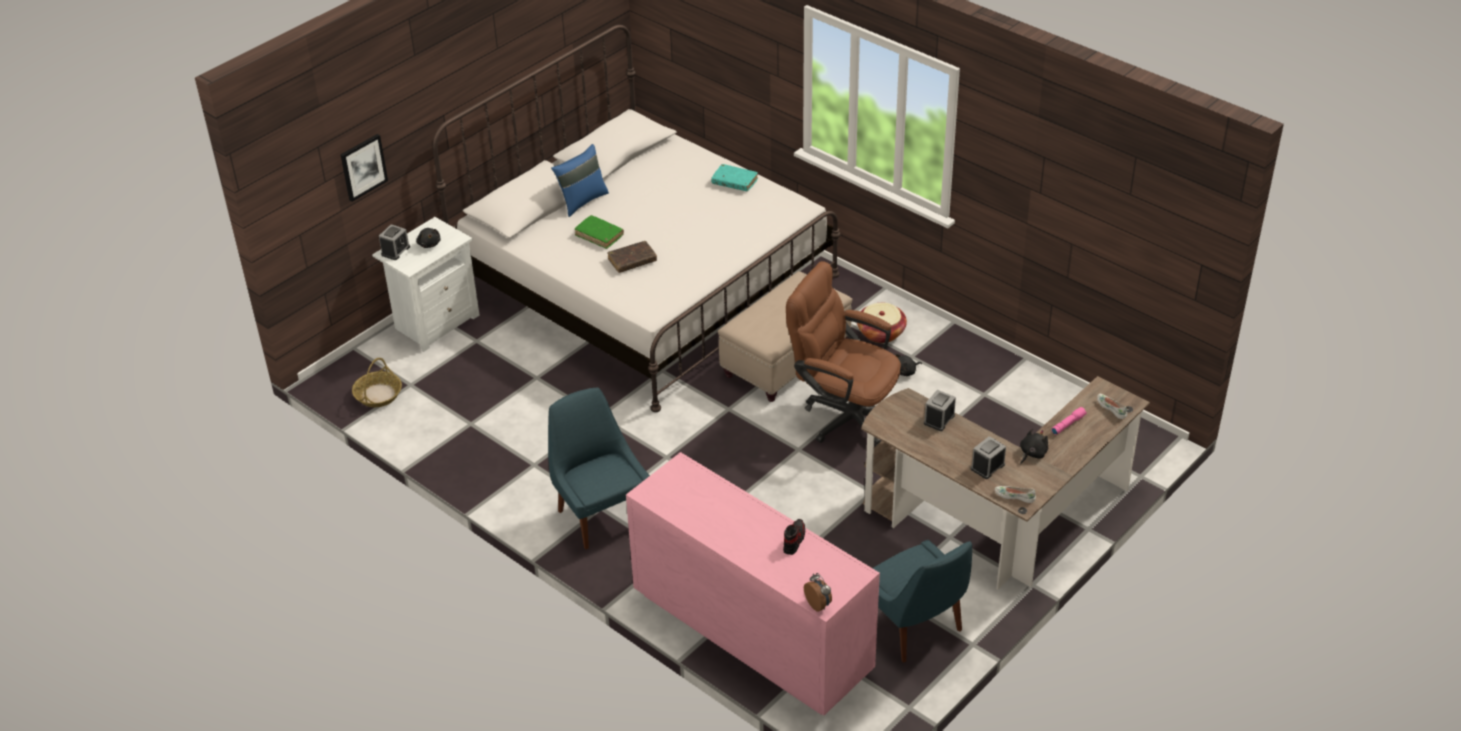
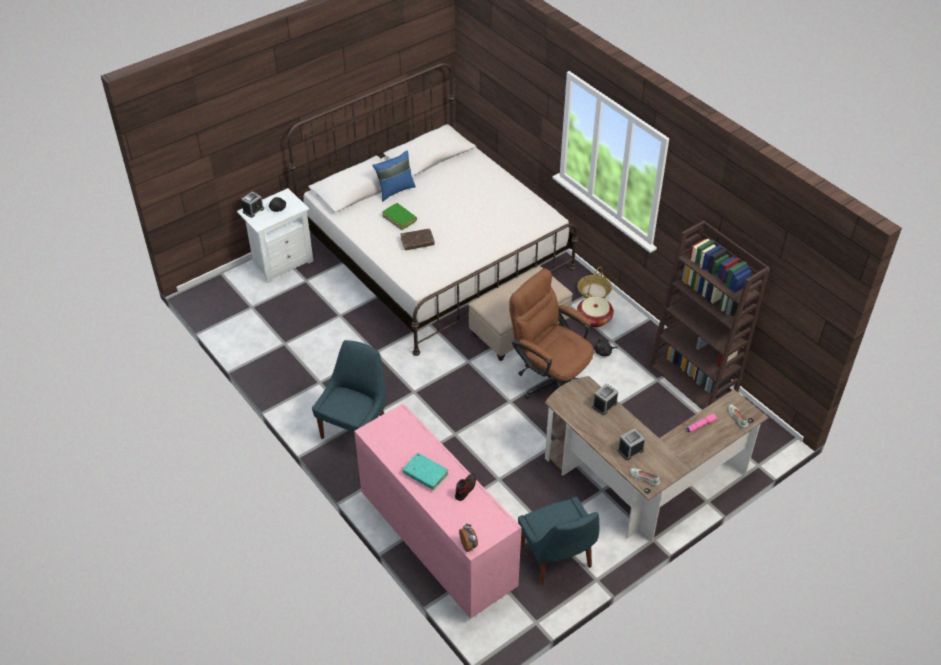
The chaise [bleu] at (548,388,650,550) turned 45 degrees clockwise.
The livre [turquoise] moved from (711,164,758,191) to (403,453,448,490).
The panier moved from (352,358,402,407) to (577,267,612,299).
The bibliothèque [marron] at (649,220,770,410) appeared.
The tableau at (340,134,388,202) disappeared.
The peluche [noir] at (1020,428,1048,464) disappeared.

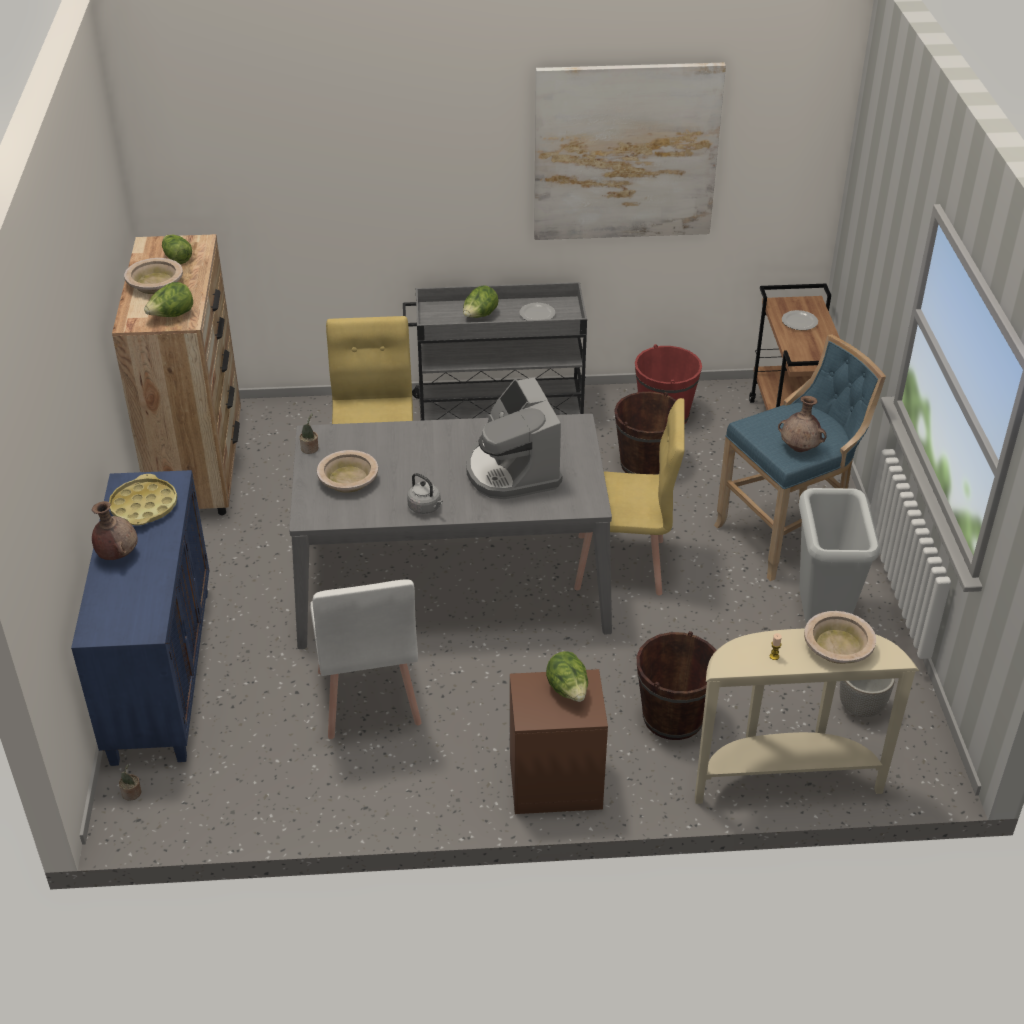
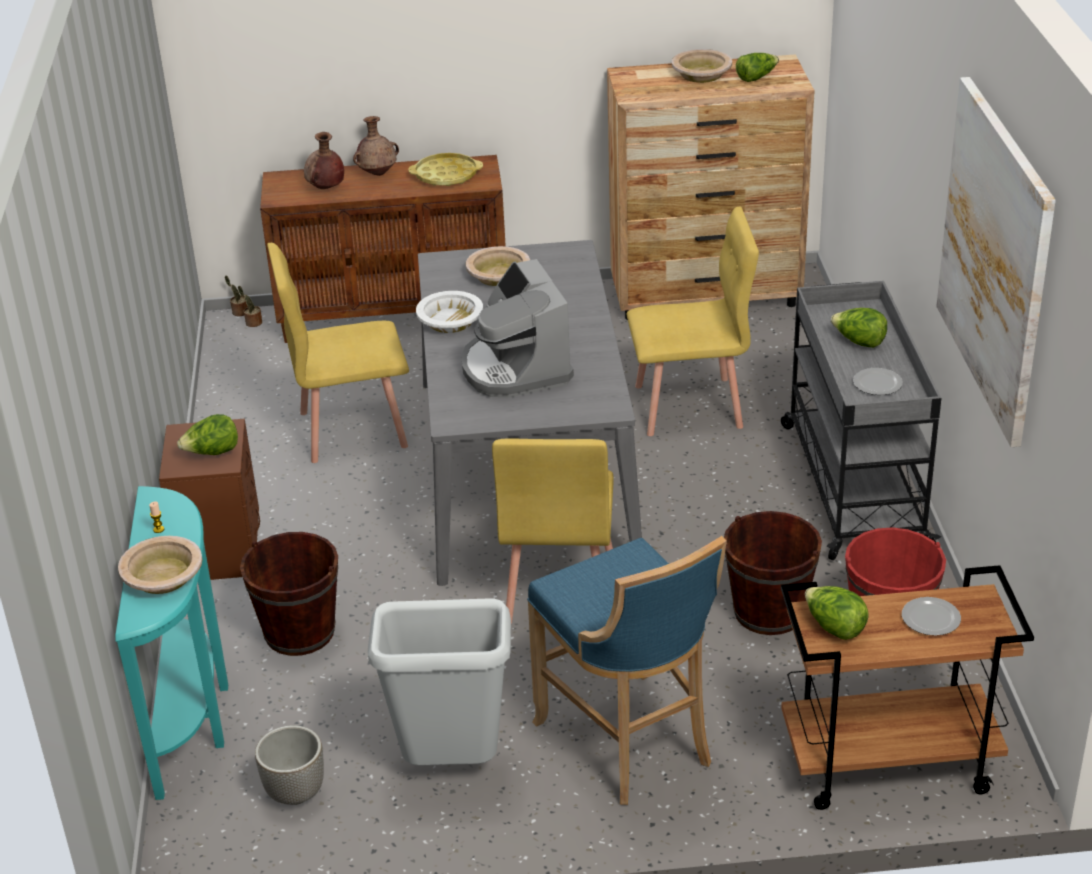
The table console [beige] at (695,628,919,804) became the table console [turquoise] at (115,486,228,800).
The plante en pot moved from (300,413,318,454) to (225,275,248,316).
The meuble de rangement [bleu] at (71,470,209,766) became the meuble de rangement [marron] at (260,155,506,343).
The chaise [blanc] at (310,579,422,739) became the chaise [jaune] at (267,243,409,463).
The vase [marron] moved from (778,396,827,452) to (304,132,344,189).
The bouilloire [gris] at (407,473,443,514) was replaced by the bol [blanc] at (416,291,483,333).
The machine à café at (466,377,562,499) turned 90 degrees counterclockwise.
The laitue moved from (144,282,193,317) to (805,586,869,640).

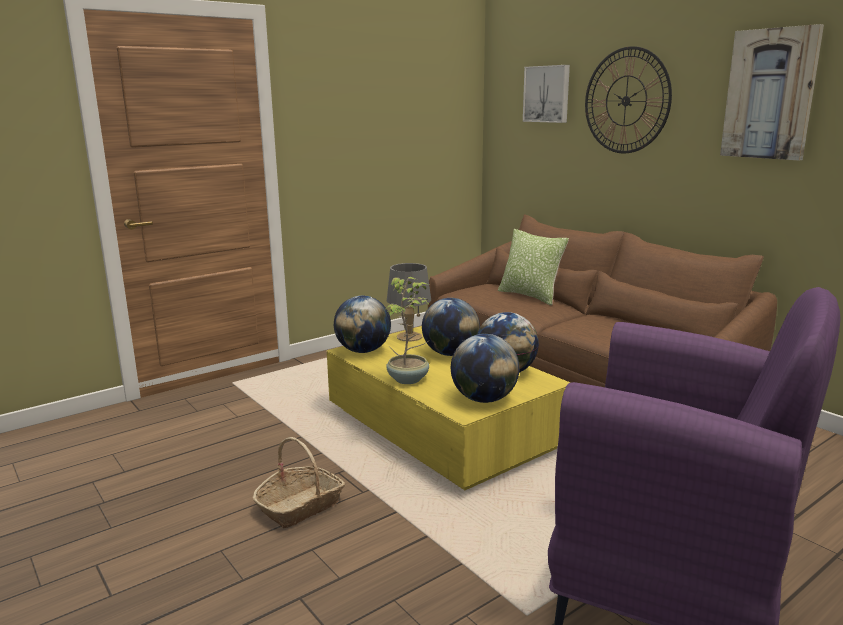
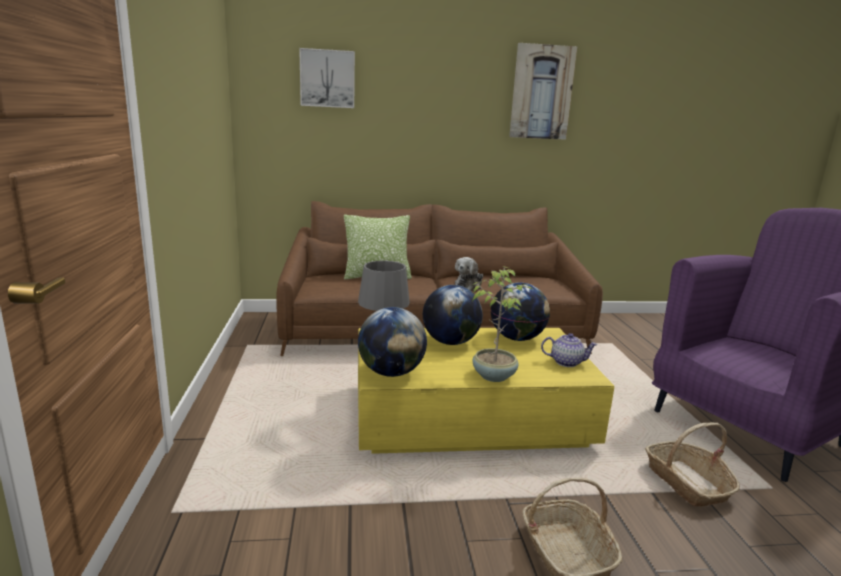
The peluche at (455,257,483,291) appeared.
The globe at (451,334,519,403) was replaced by the théière at (541,333,597,367).
The panier at (645,422,740,507) appeared.
The horloge murale at (585,46,672,153) disappeared.

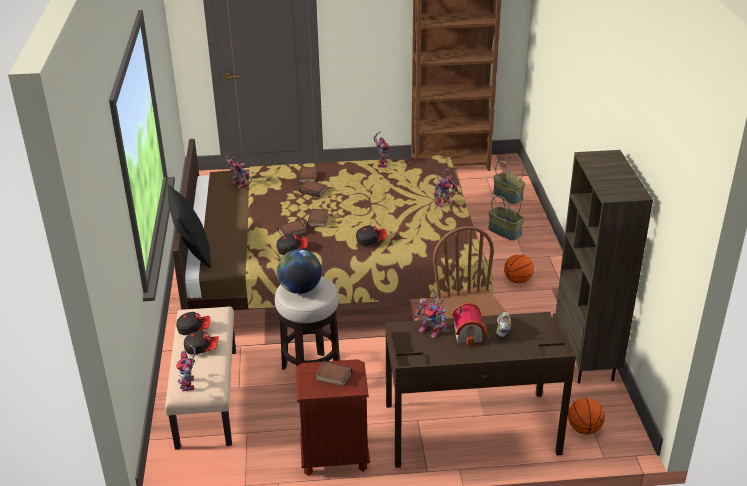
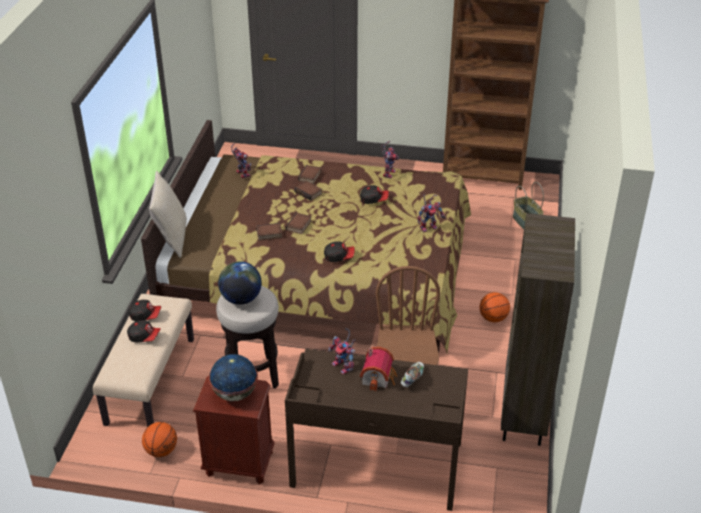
The ballon de basket moved from (568,398,605,435) to (142,422,177,457).
The coussin [noir] at (167,184,211,268) became the coussin [beige] at (149,171,187,258).
The livre at (315,361,352,387) was replaced by the globe at (209,354,258,401).
The casquette moved from (276,234,308,255) to (360,185,389,204).
The robot jouet at (176,345,196,391) disappeared.
The panier at (488,189,524,241) disappeared.

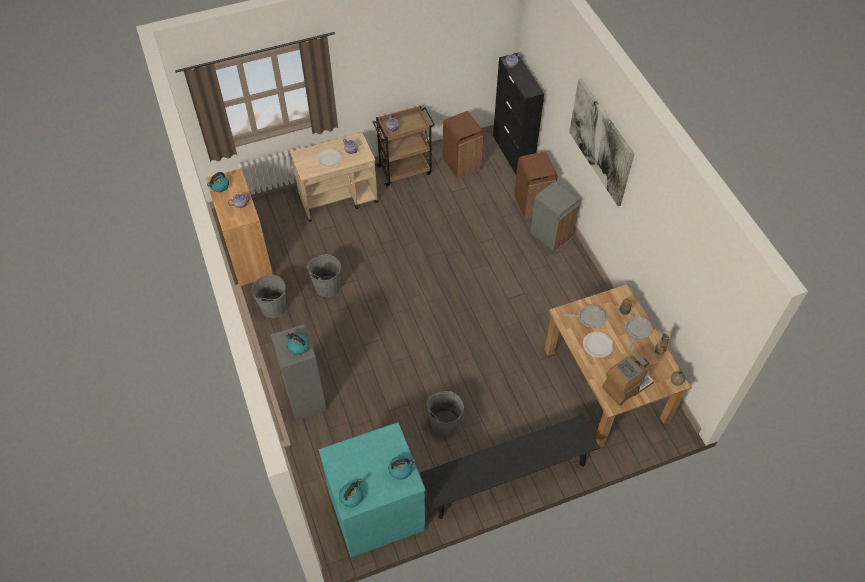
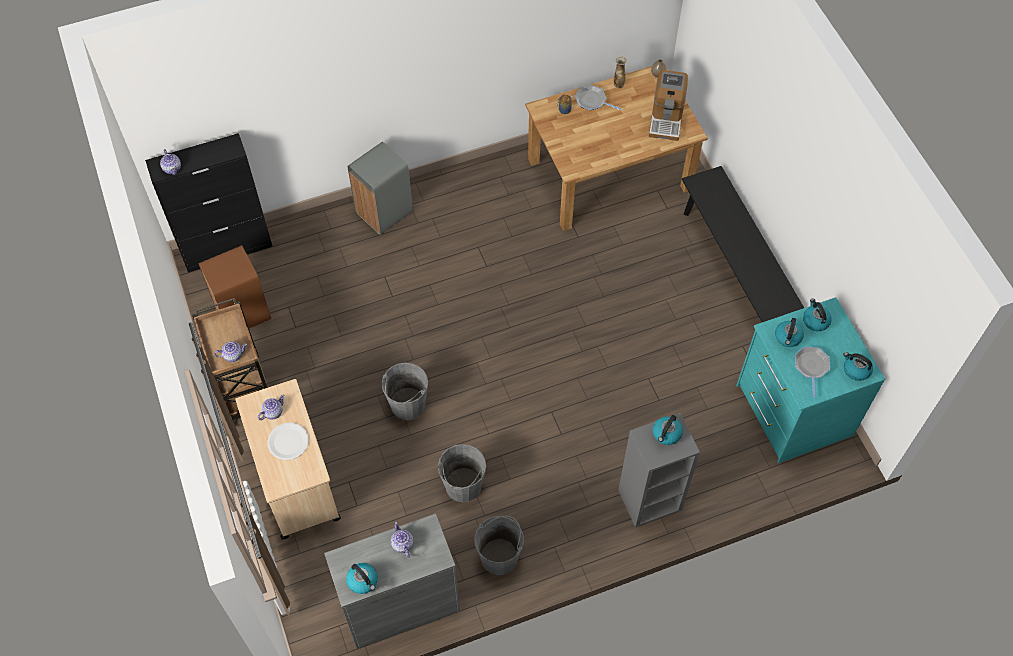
The meuble de rangement [marron] at (206,168,273,286) became the meuble de rangement [gris] at (324,514,460,649).
The seau [gris] moved from (427,391,464,437) to (382,363,428,420).
The machine à café at (602,356,654,406) turned 135 degrees counterclockwise.
The bouilloire at (775,318,804,347) appeared.
The poêle moved from (563,306,605,328) to (795,347,830,398).
The poubelle [marron] at (514,152,557,219) disappeared.
The tableau at (569,79,634,206) disappeared.
The assiette [blanc] at (583,332,614,358) disappeared.

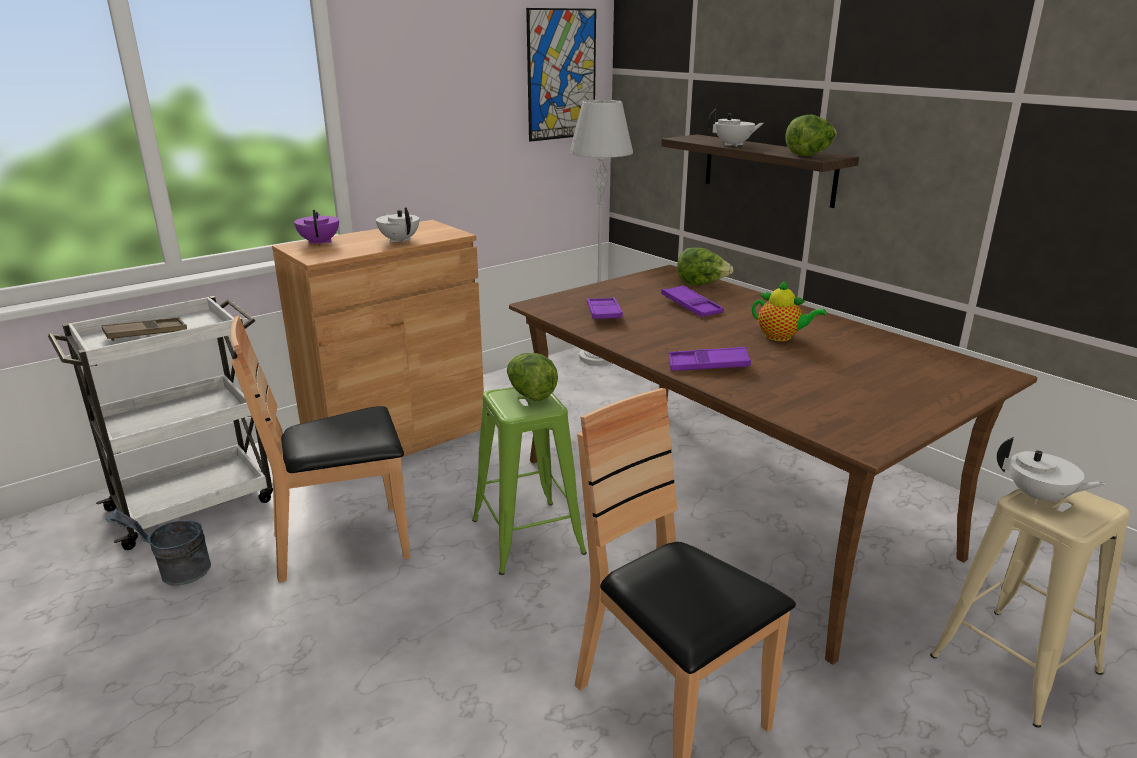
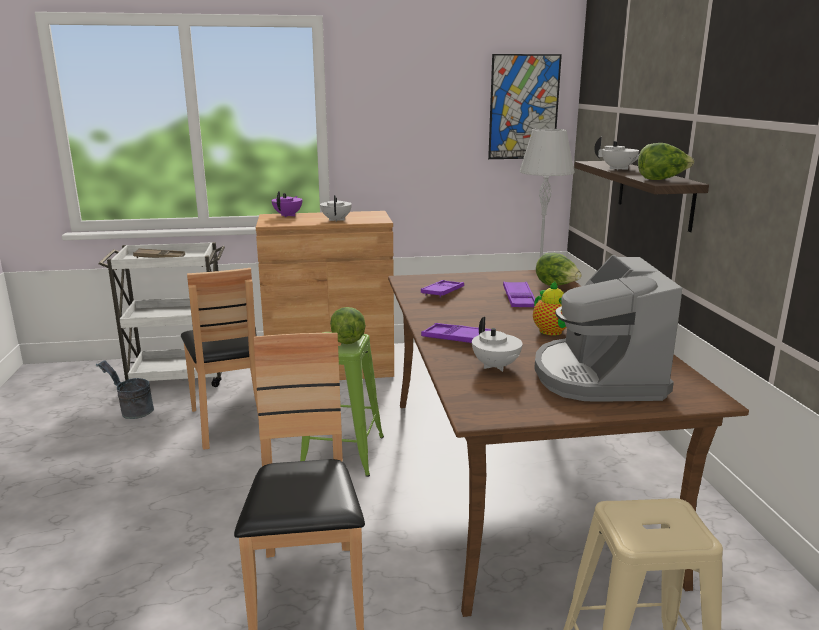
The chaise [marron] at (230,316,411,582) turned 120 degrees counterclockwise.
The théière [blanc] moved from (997,437,1106,505) to (472,317,523,372).
The machine à café at (534,255,682,402) appeared.

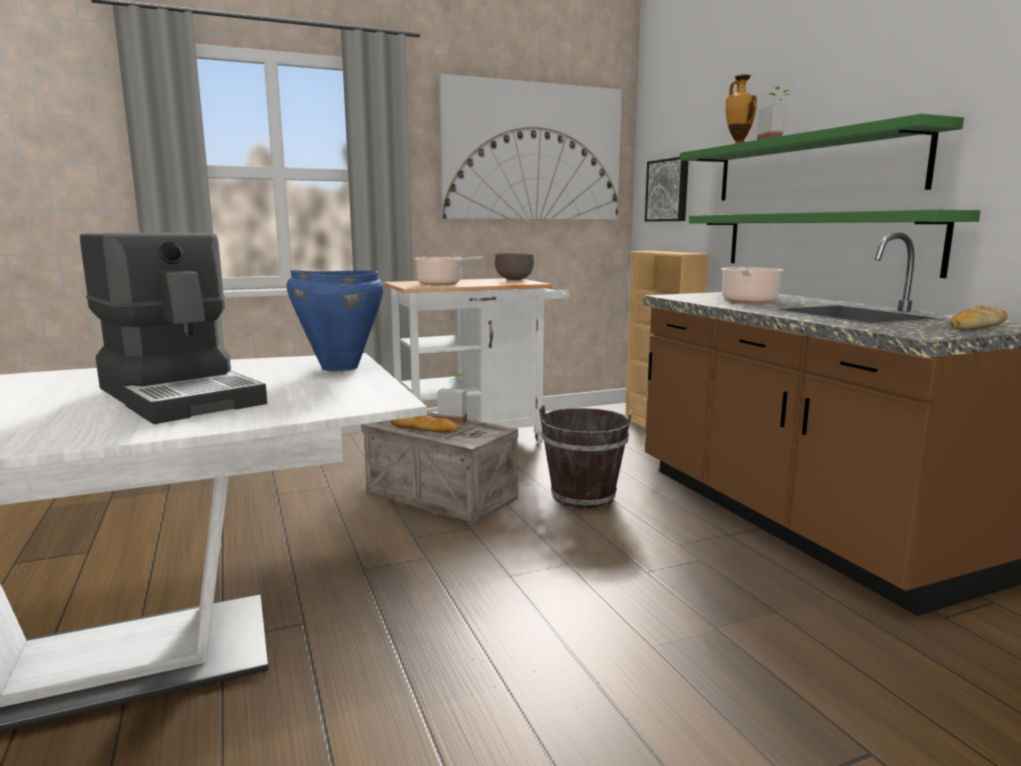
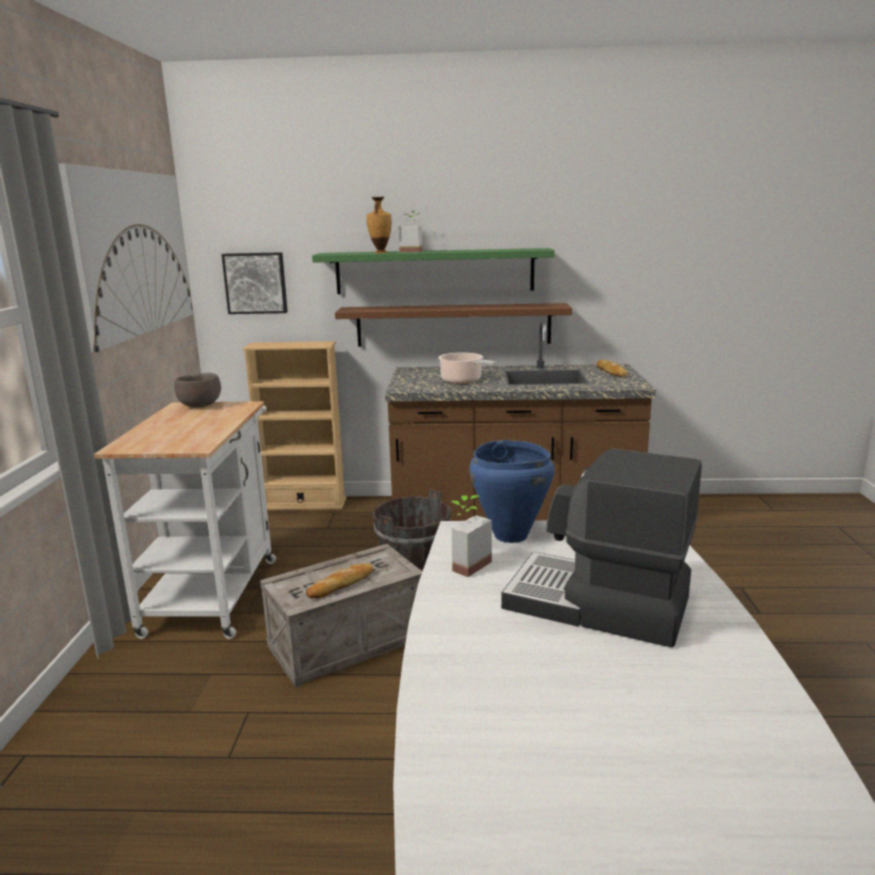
The étagère [vert] at (689,210,981,278) became the étagère [marron] at (335,303,572,347).
The plante en pot moved from (437,373,467,424) to (451,495,492,577).
The machine à café at (80,233,267,424) turned 135 degrees counterclockwise.
The marmite at (414,257,484,285) disappeared.

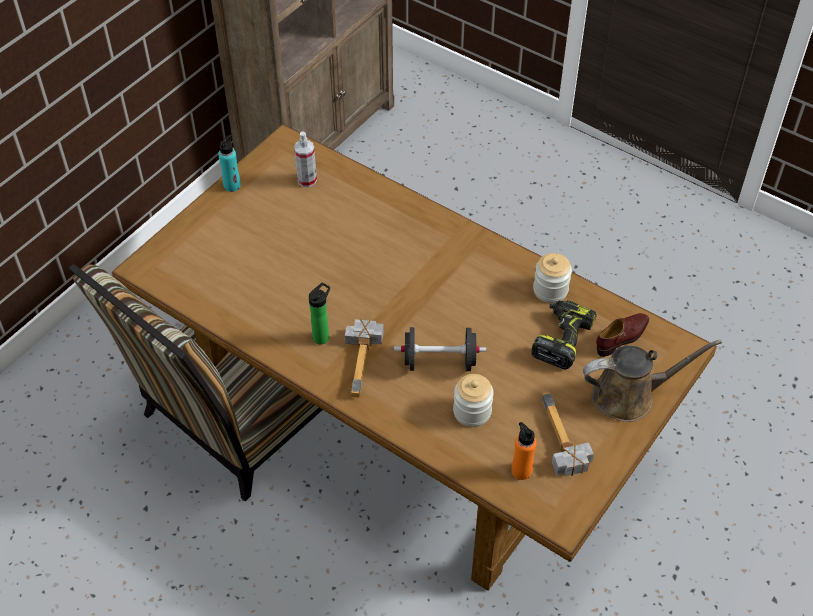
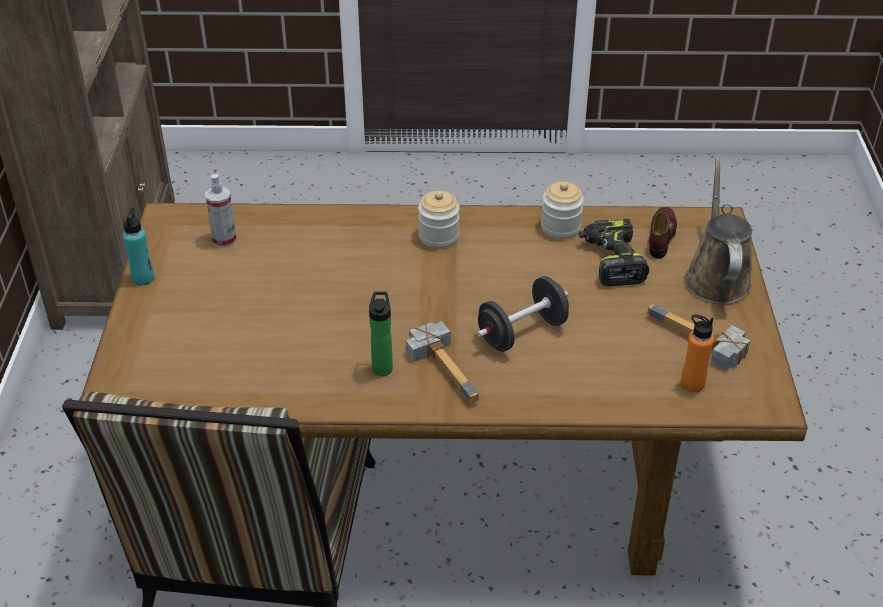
The bocal moved from (453,374,494,427) to (418,191,460,249).
The arrosoir [marron] at (583,339,722,422) turned 45 degrees counterclockwise.

